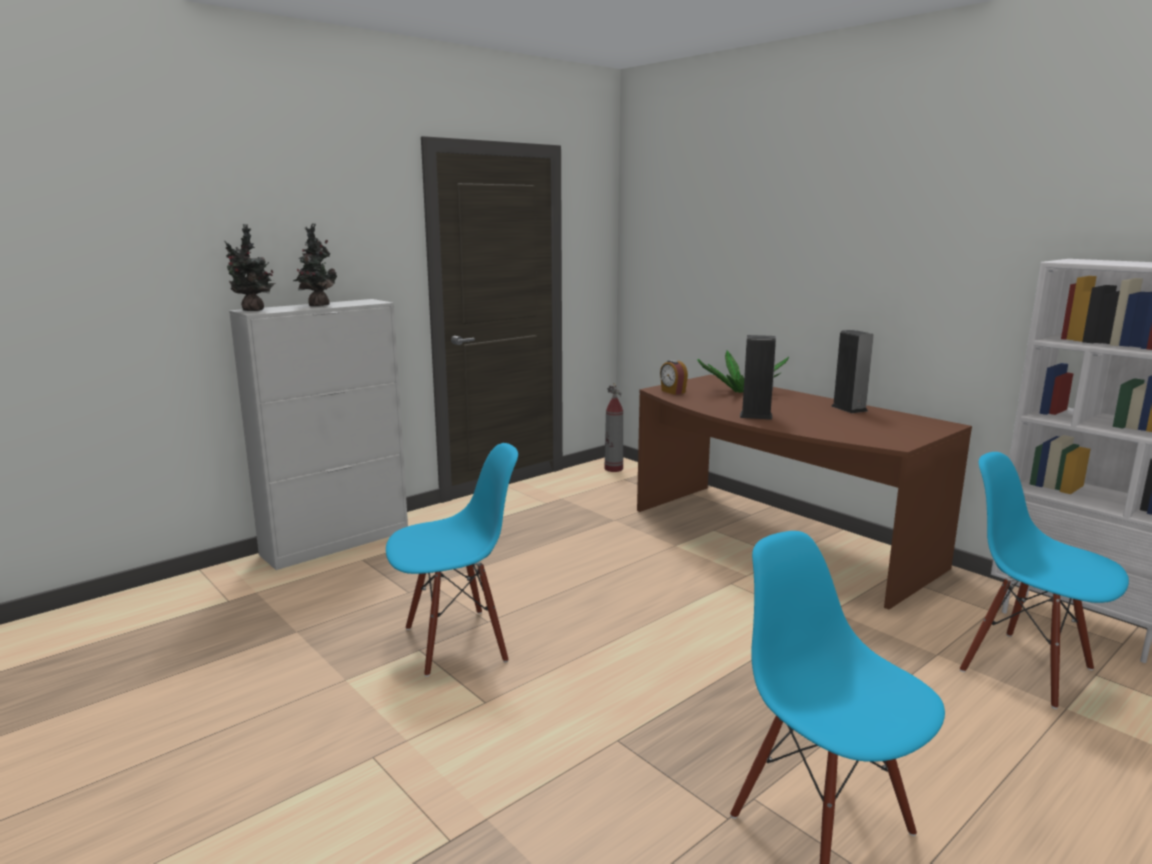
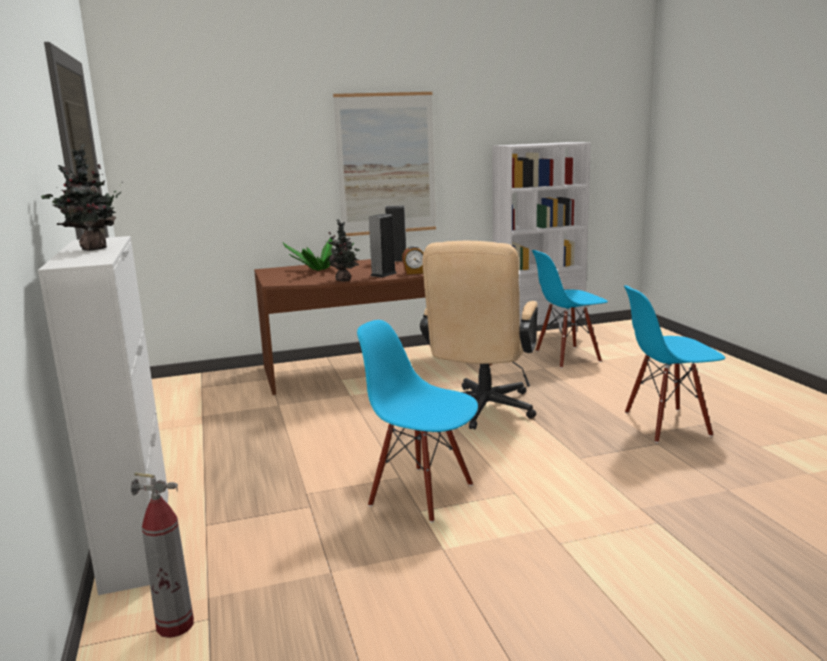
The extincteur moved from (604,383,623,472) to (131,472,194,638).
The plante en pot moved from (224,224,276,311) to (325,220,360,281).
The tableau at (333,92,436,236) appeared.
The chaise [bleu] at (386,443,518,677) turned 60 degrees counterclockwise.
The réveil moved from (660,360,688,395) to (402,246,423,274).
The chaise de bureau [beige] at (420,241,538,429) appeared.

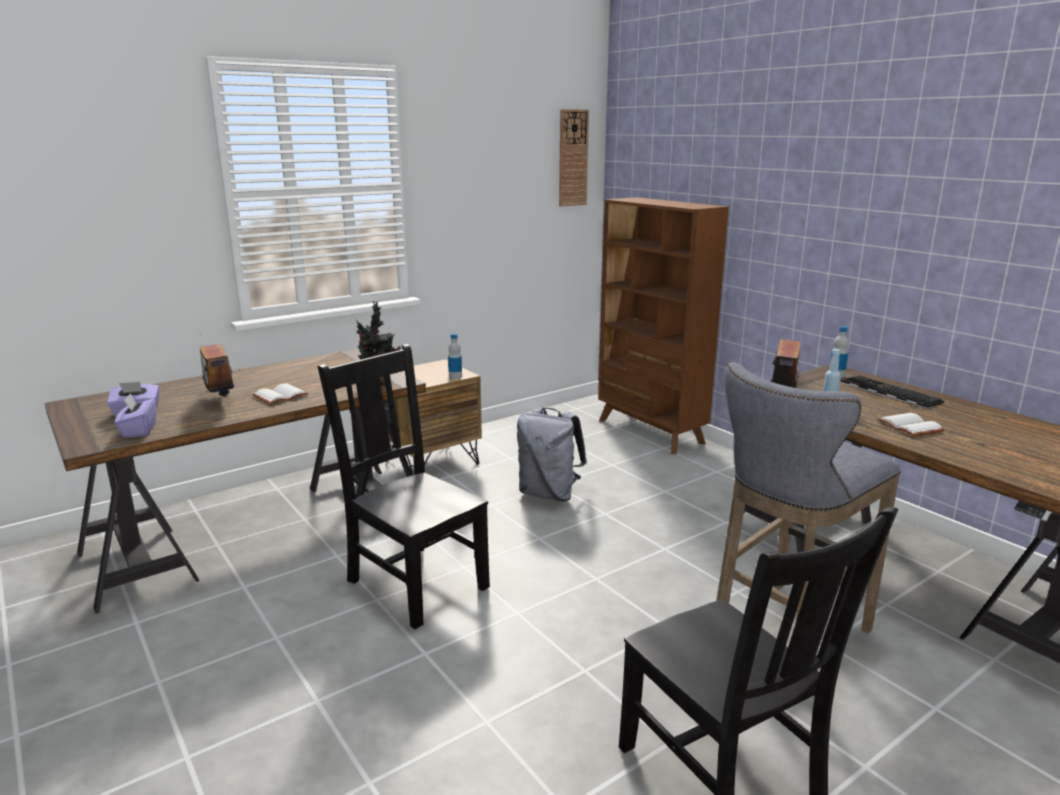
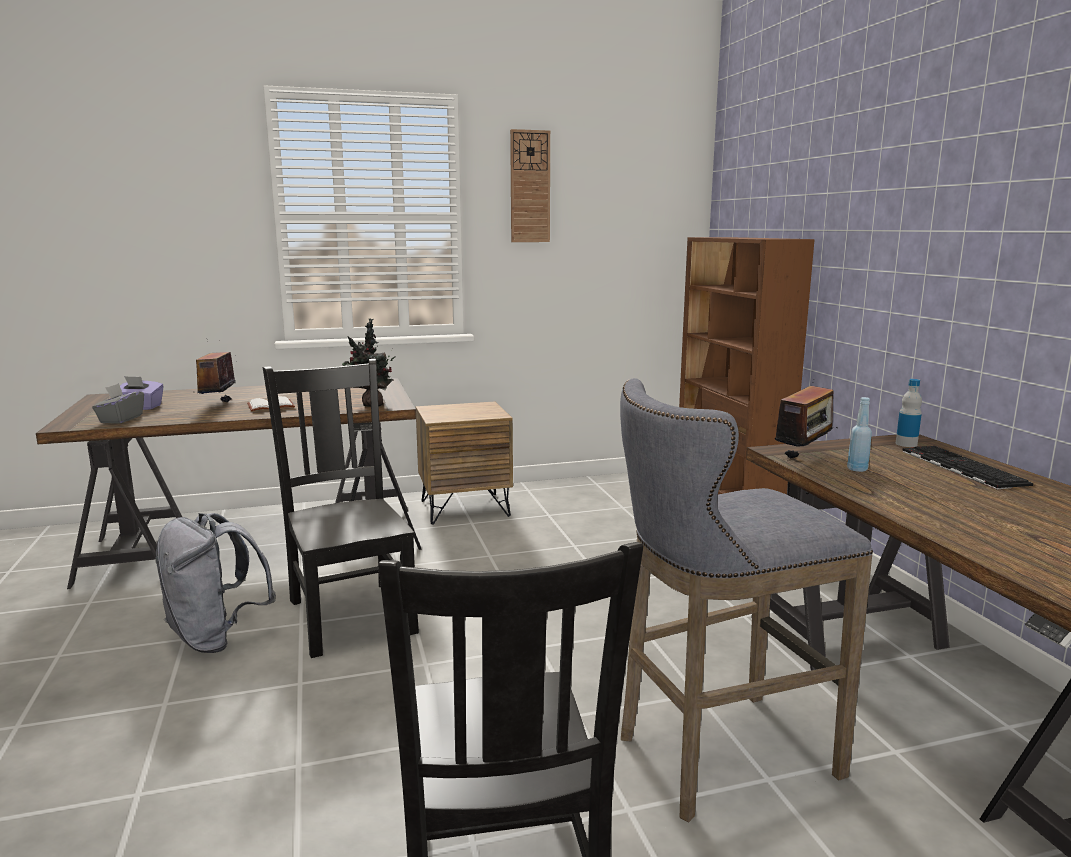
The boîte à mouchoirs [violet] at (114,393,156,438) became the boîte à mouchoirs [gris] at (92,383,144,424).
The sac à dos [gris] moved from (517,408,587,502) to (155,513,276,653).
The horloge murale moved from (559,109,589,207) to (510,129,550,242).
The bouteille at (448,333,462,379) disappeared.
The livre [blanc] at (877,413,945,436) disappeared.

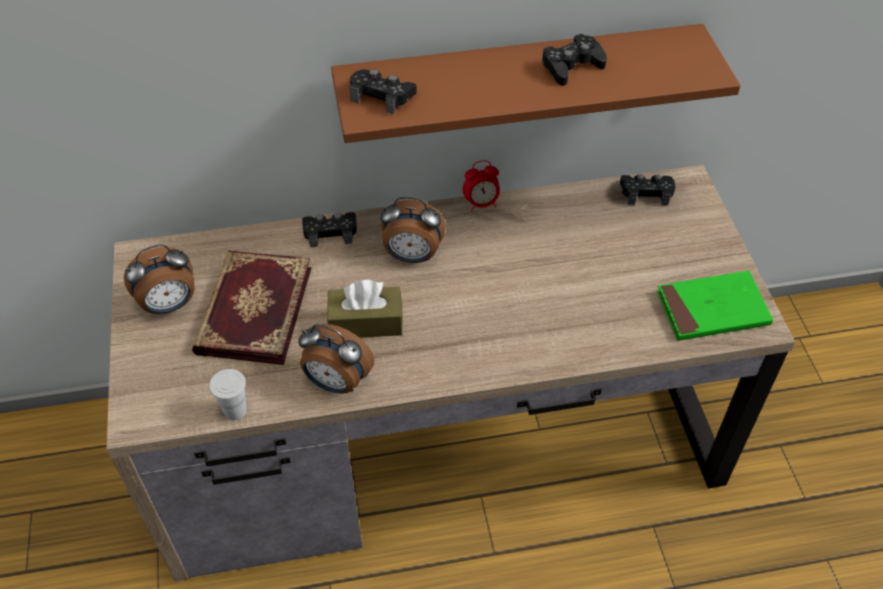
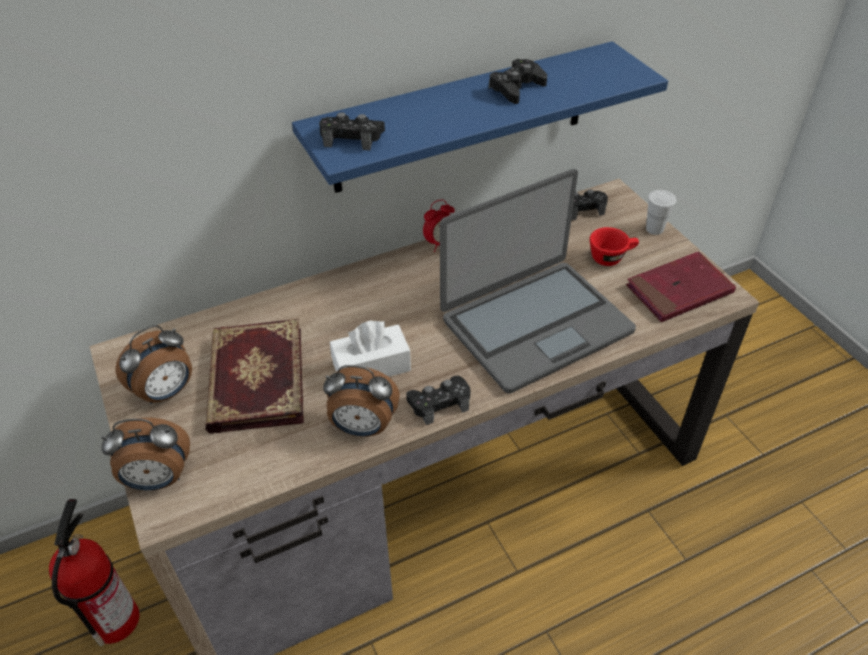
The extincteur at (49,499,139,646) appeared.
The réveil moved from (381,197,446,263) to (101,418,190,491).
The étagère [marron] at (331,24,740,143) became the étagère [bleu] at (292,41,668,193).
The boîte à mouchoirs [marron] at (327,280,403,338) became the boîte à mouchoirs [blanc] at (330,320,411,377).
The manette [noir] moved from (302,212,357,247) to (406,376,470,425).
The ordinateur portable at (440,169,636,394) appeared.
The tasse [rouge] at (590,227,639,266) appeared.
The livre [vert] at (657,271,773,341) became the livre [rouge] at (626,251,736,322).
The tasse [blanc] moved from (209,369,247,420) to (646,190,676,235).

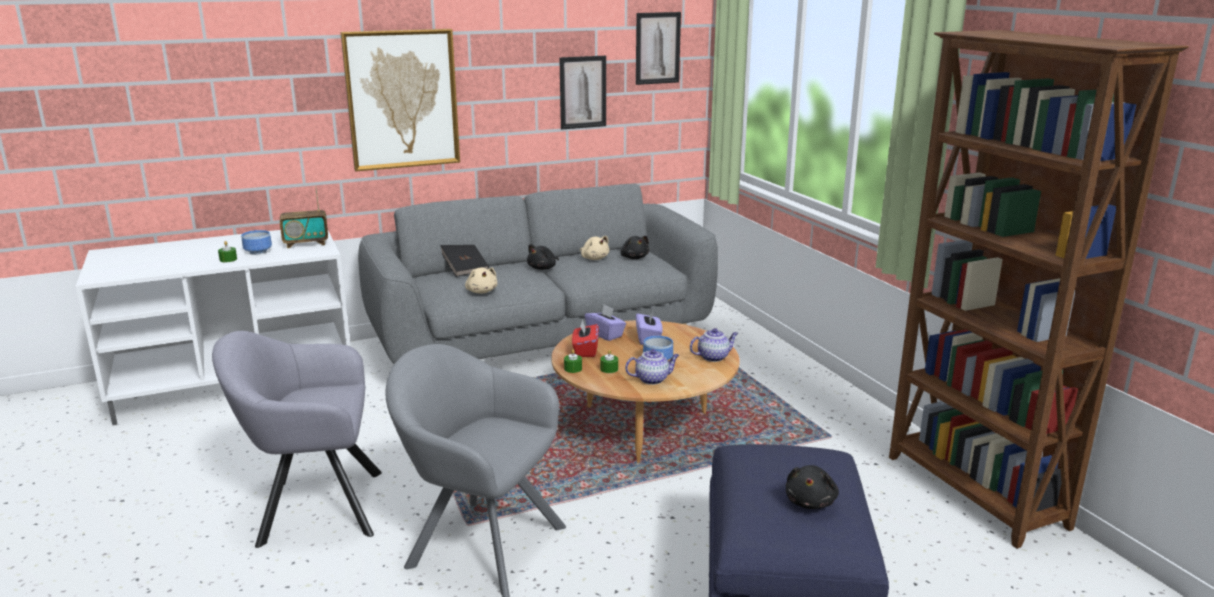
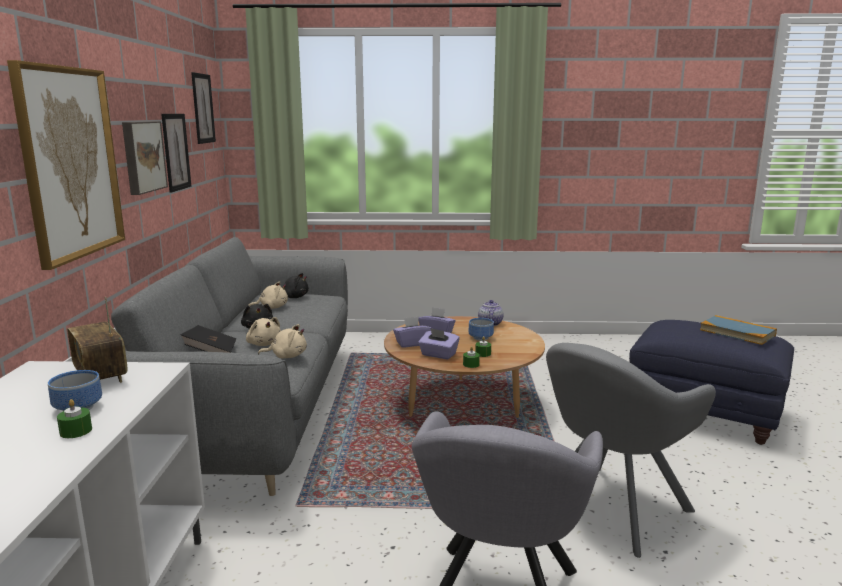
The radio at (280,186,328,248) turned 135 degrees clockwise.
The tableau at (122,121,168,195) appeared.
The peluche [beige] at (246,317,281,346) appeared.
The boîte à mouchoirs [rouge] at (572,319,599,357) became the boîte à mouchoirs [violet] at (418,328,460,359).
The peluche [noir] at (786,465,839,509) was replaced by the livre at (700,315,777,345).
The théière at (625,349,679,385) disappeared.
The bibliothèque [marron] at (889,30,1189,549) disappeared.

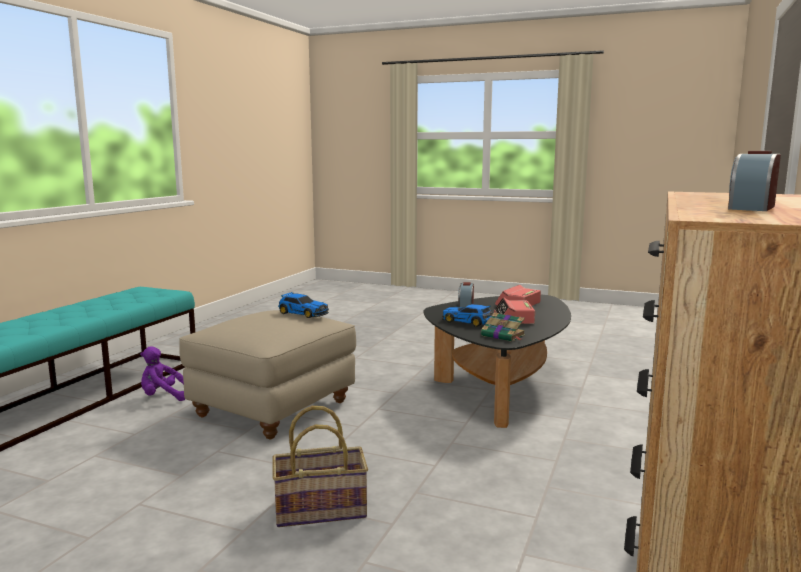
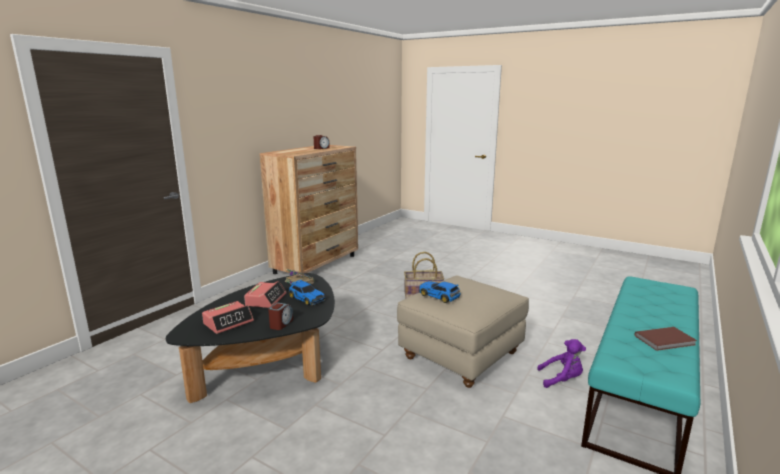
The livre [marron] at (635,327,697,351) appeared.

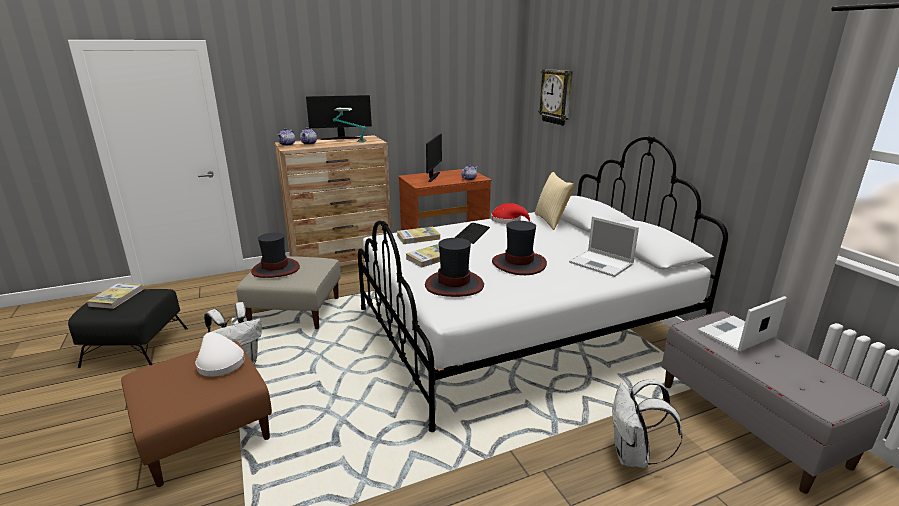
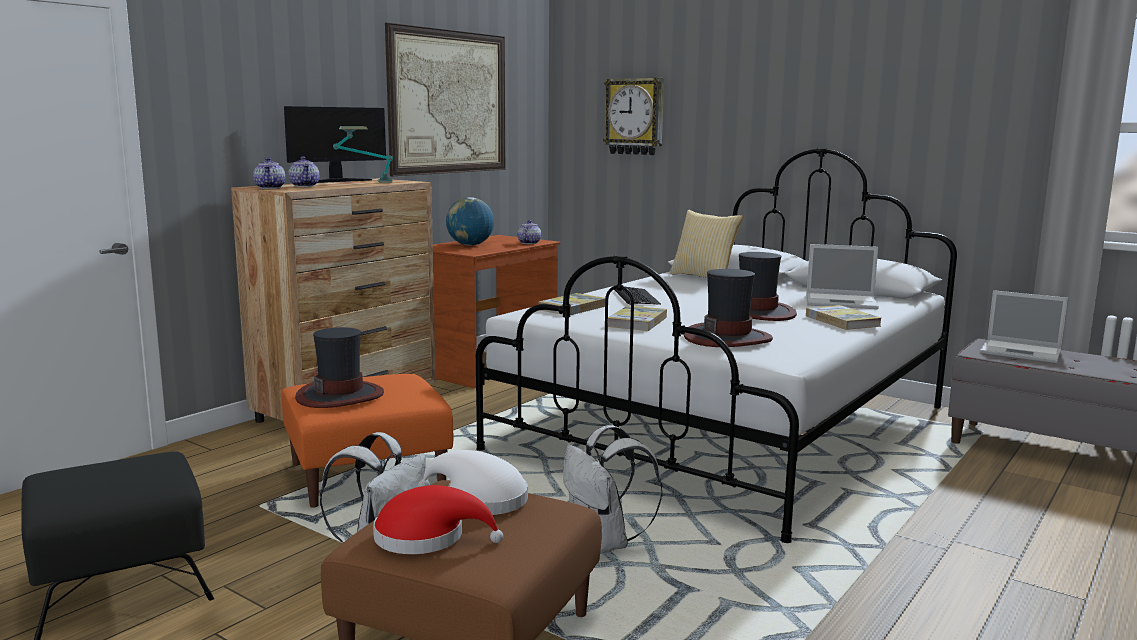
The pouf [beige] at (236,256,341,329) became the pouf [orange] at (282,374,454,508).
The chapeau [rouge] moved from (491,203,531,224) to (373,485,504,554).
The tableau at (385,23,505,176) appeared.
The écran d'ordinateur at (426,134,442,182) was replaced by the globe at (446,197,494,246).
The sac à dos [blanc] moved from (612,379,683,468) to (563,425,663,553).
The livre moved from (87,283,143,309) to (806,305,881,330).
The ordinateur portable at (698,296,787,352) turned 90 degrees counterclockwise.

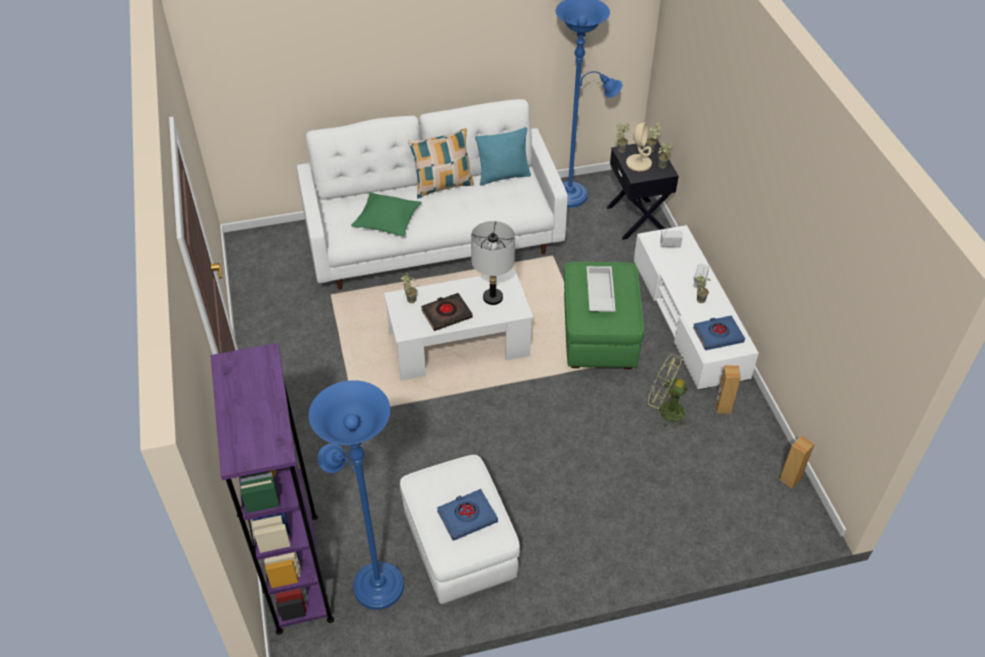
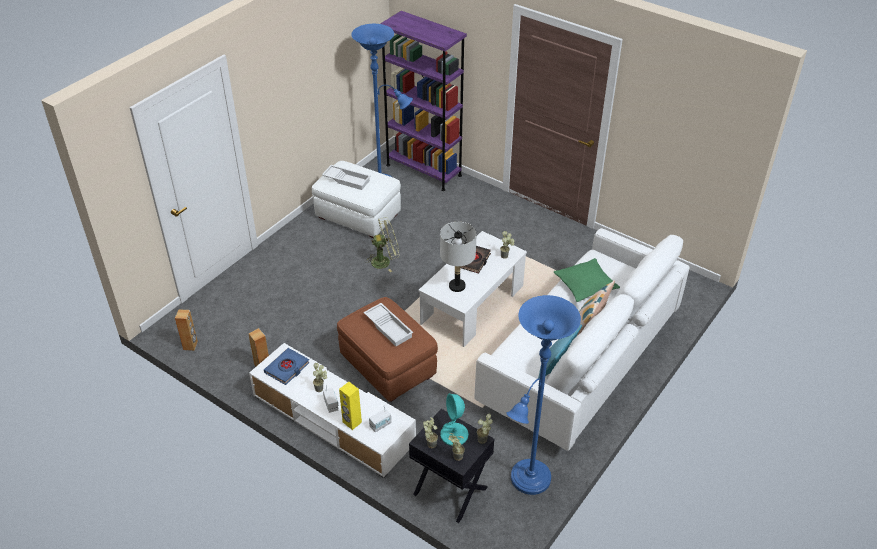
The livre [bleu] at (437,489,498,541) was replaced by the plateau [blanc] at (322,165,370,190).
The pouf [vert] at (564,262,644,369) became the pouf [marron] at (337,297,438,402).
The enceinte [jaune] at (339,382,362,430) appeared.
The ventilateur [vert] moved from (648,354,690,429) to (365,217,399,272).
The lampe de table [beige] at (626,122,652,171) became the lampe de table [turquoise] at (440,393,469,446).

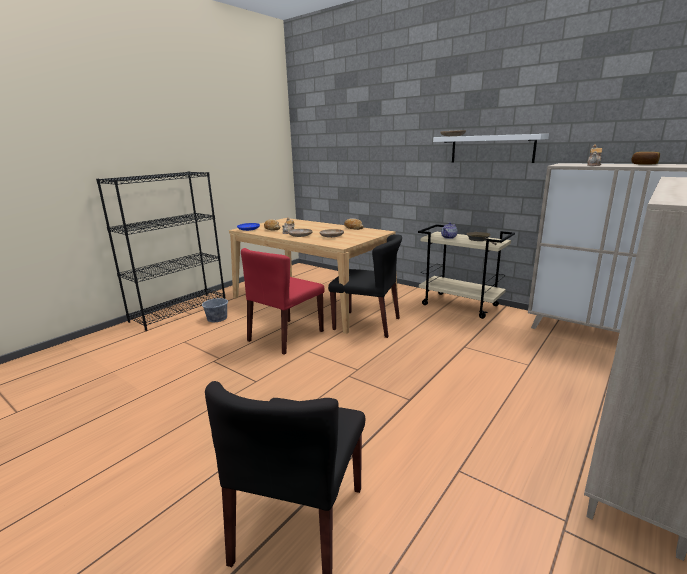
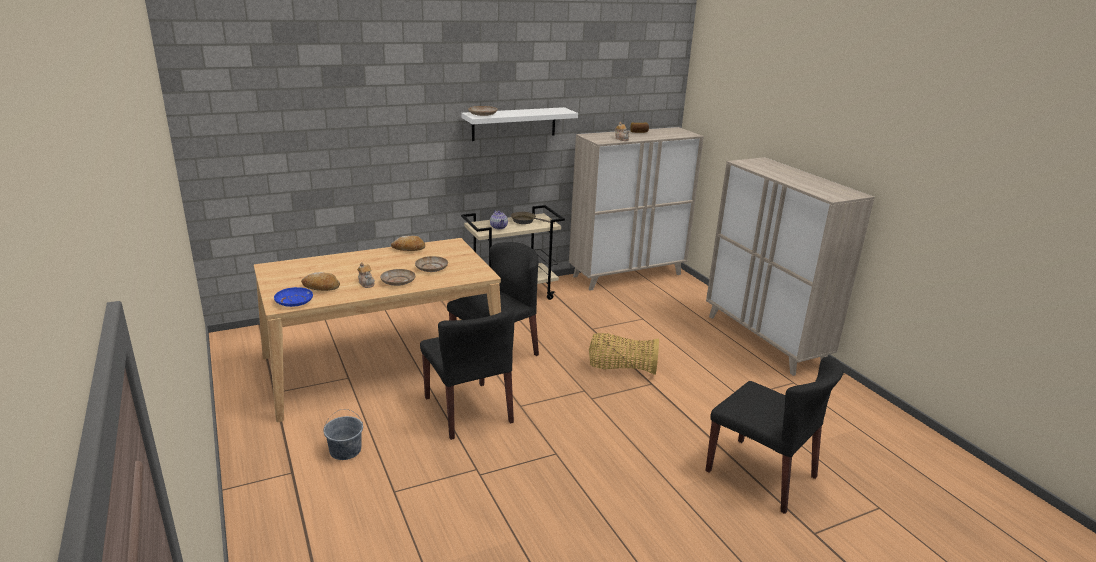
The chaise [rouge] at (241,248,325,355) became the chaise [noir] at (420,308,514,440).
The panier at (589,333,659,375) appeared.
The bibliothèque [noir] at (96,171,225,331) disappeared.

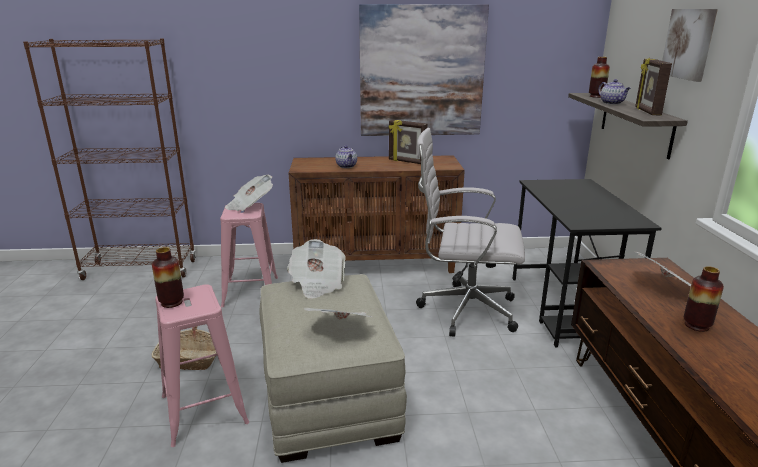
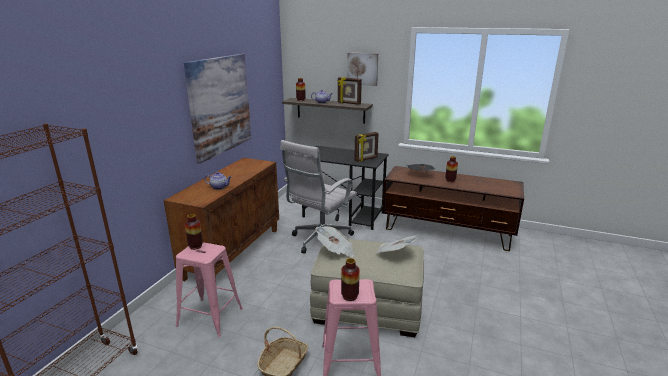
The journal at (225,175,273,211) was replaced by the vase at (185,214,203,250).
The cadre photo moved from (389,120,428,164) to (354,132,379,162).

